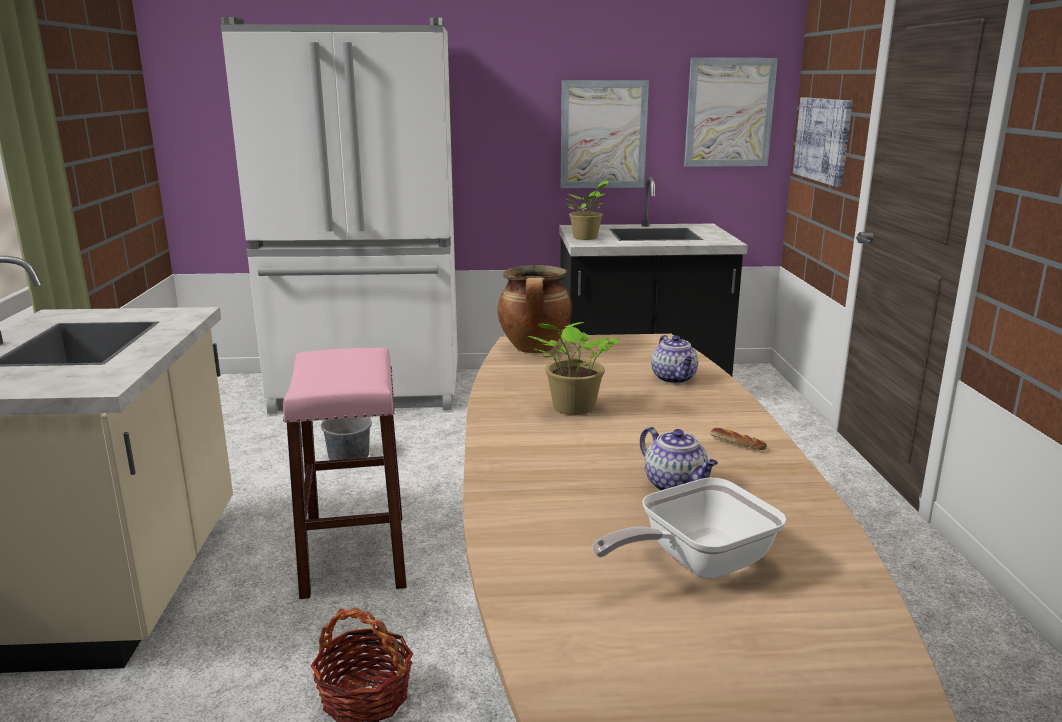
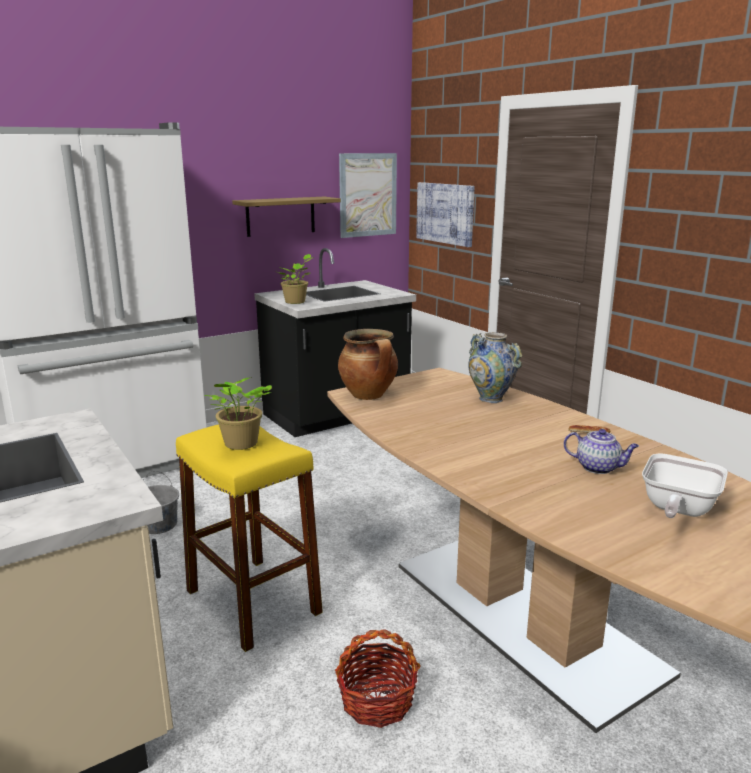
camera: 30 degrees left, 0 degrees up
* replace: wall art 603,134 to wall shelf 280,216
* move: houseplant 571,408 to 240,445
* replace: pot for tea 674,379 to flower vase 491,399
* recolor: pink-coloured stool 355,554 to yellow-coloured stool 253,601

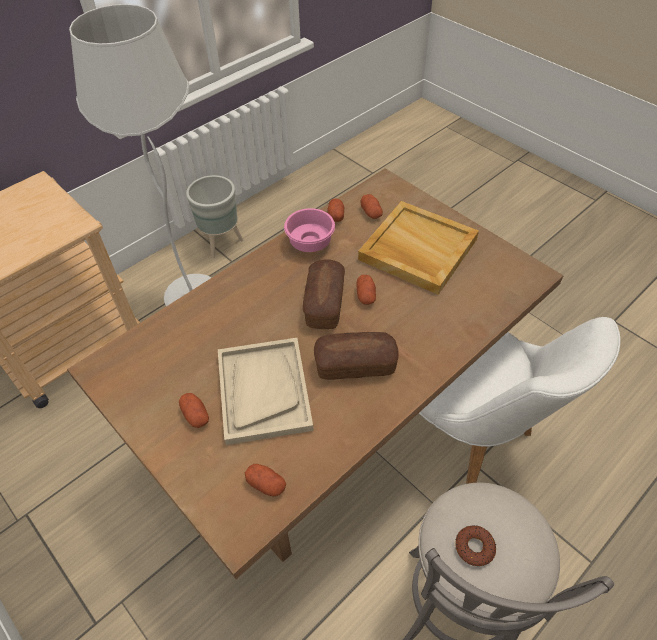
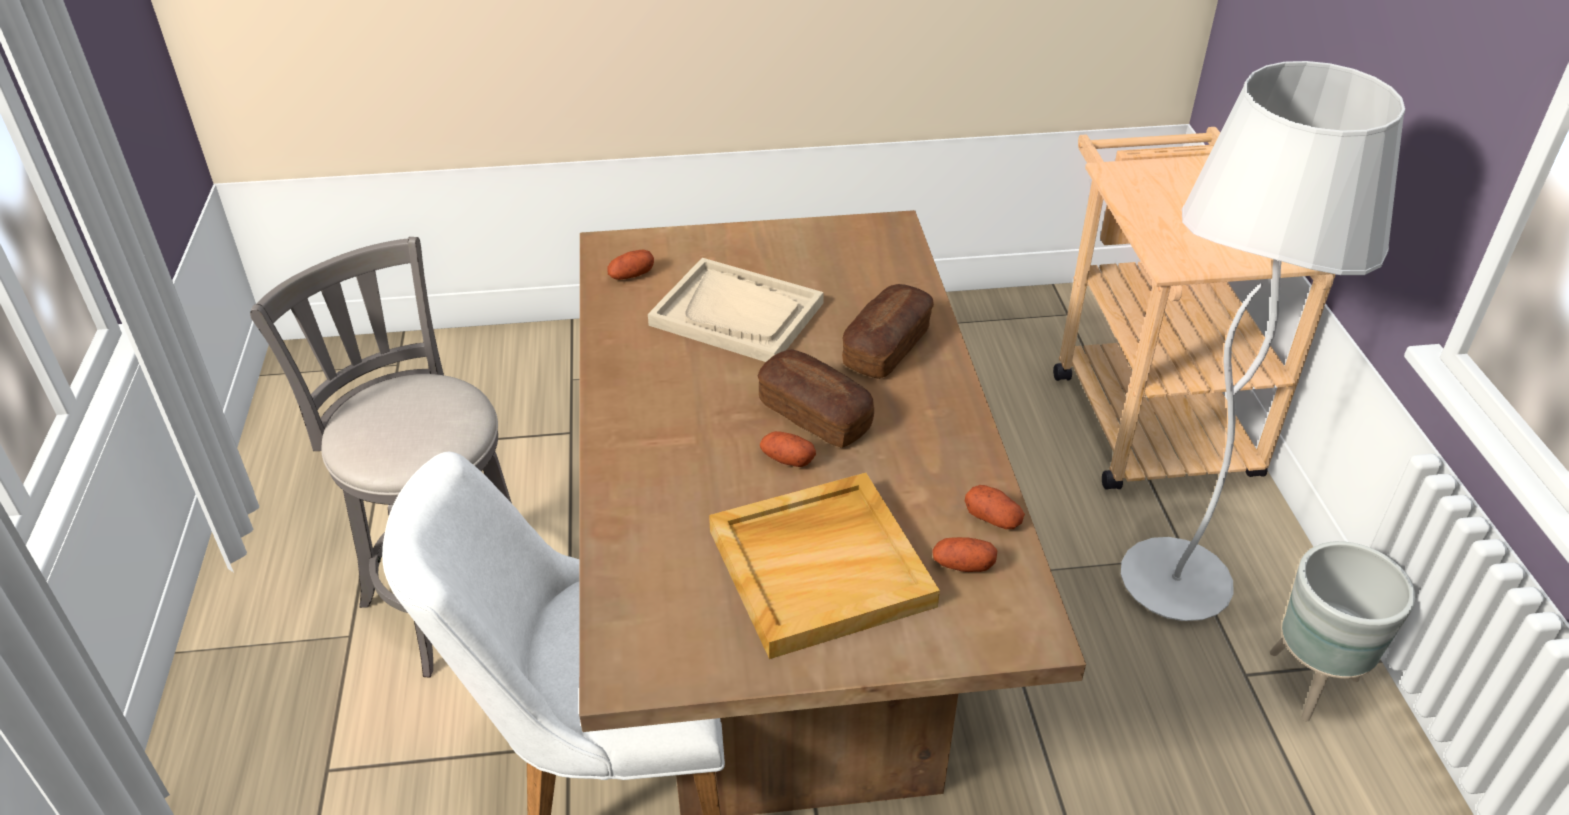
camera: 125 degrees right, 10 degrees down
* delete: pink-coloured bowl 308,243
* move: bakery bread 355,365 to 887,348
* delete: potato 196,415
* delete: donut 474,547

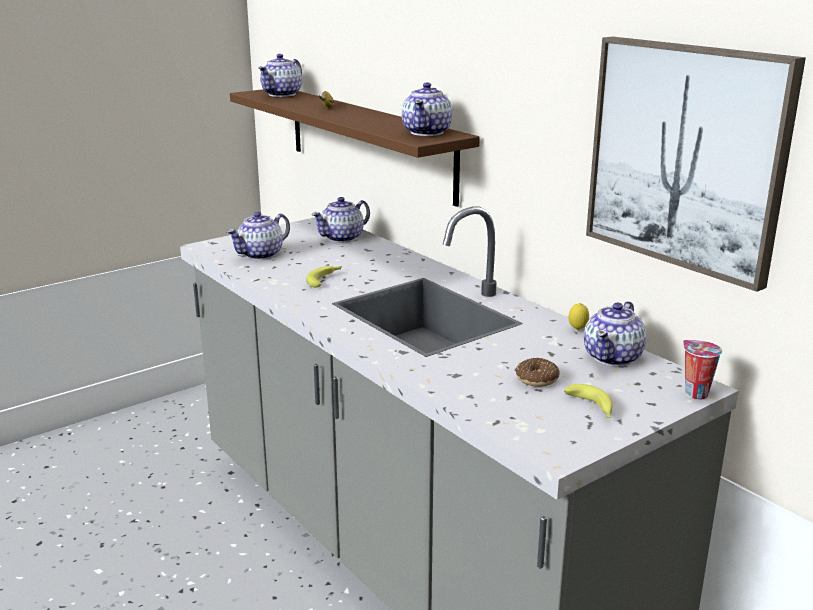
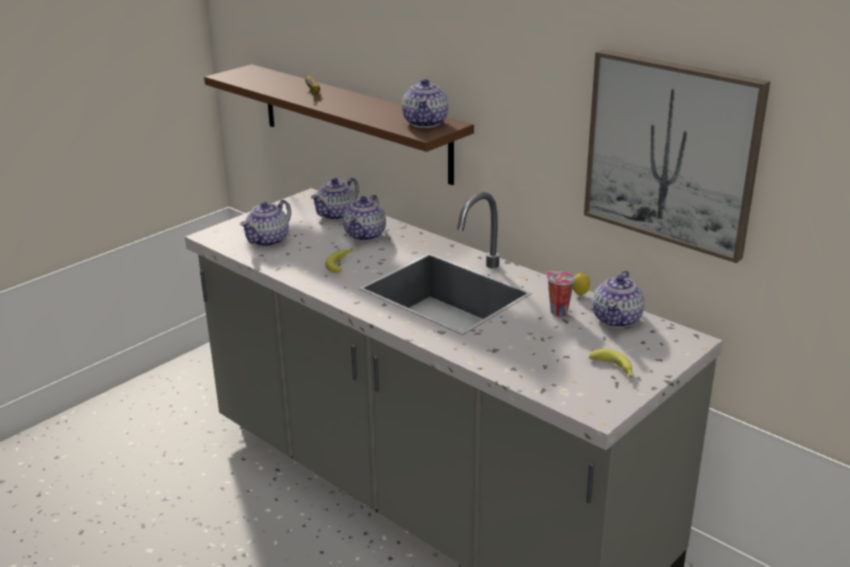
camera: 10 degrees left, 5 degrees up
* move: pot for tea 282,94 to 366,235
* move: small cup 694,393 to 557,311
* delete: donut 537,379

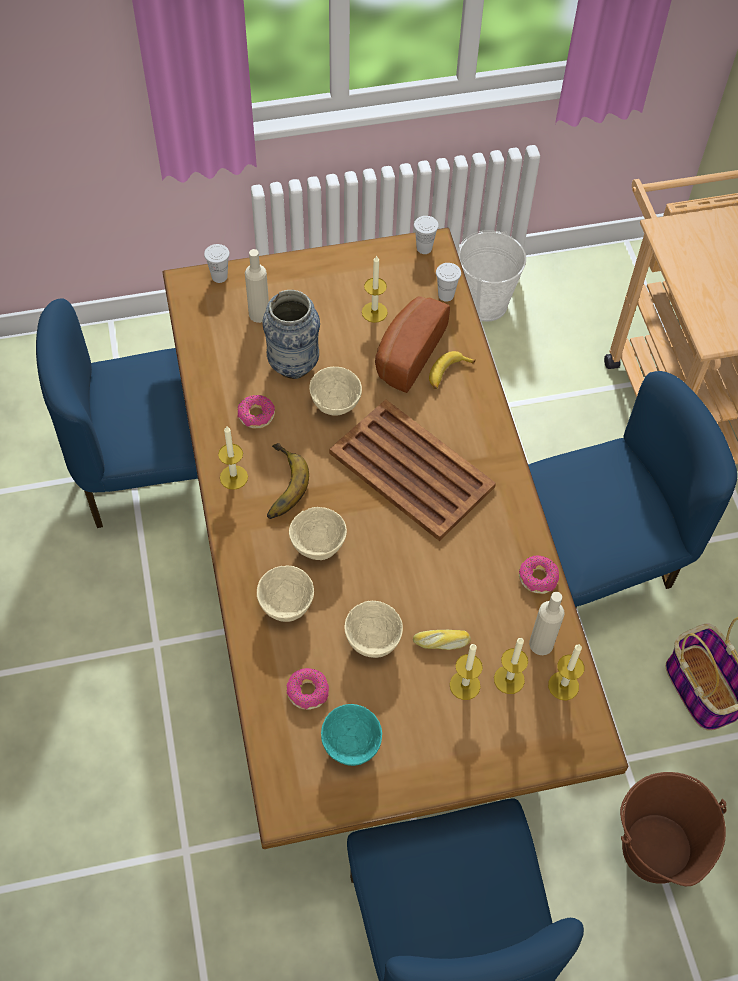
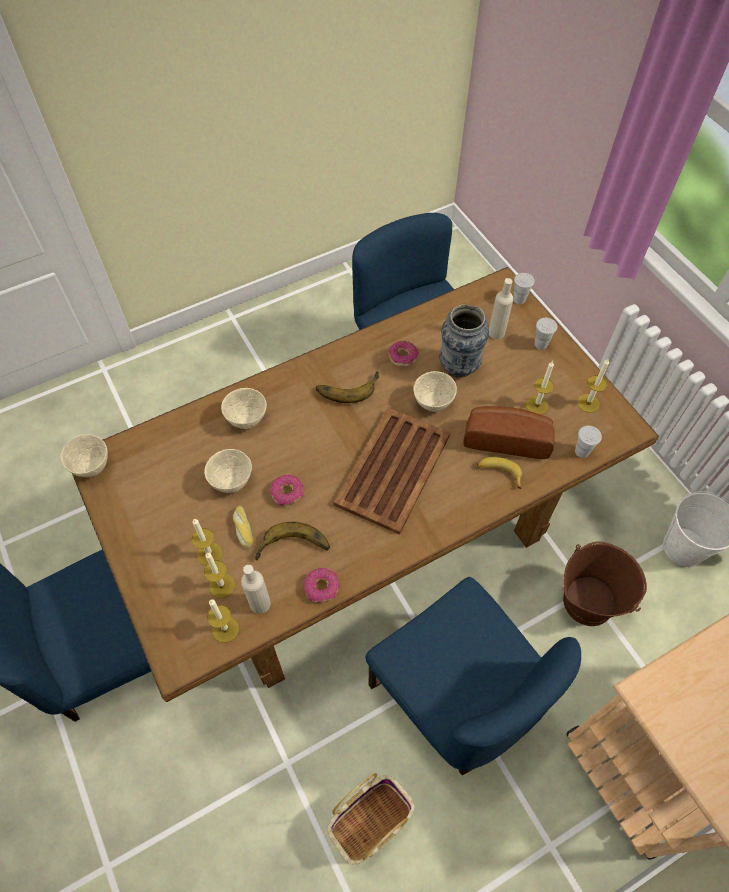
camera: 75 degrees right, 0 degrees up
* move: whitish small cup 424,248 to 540,344
* move: wax candle 233,477 to 588,403
* move: beige bowl 319,548 to 91,467
* move: donut 308,691 to 287,493
* delete: turquoise-coloured bowl 352,745
* move: brown water bucket 654,849 to 587,601
* insert: whole banana 293,550

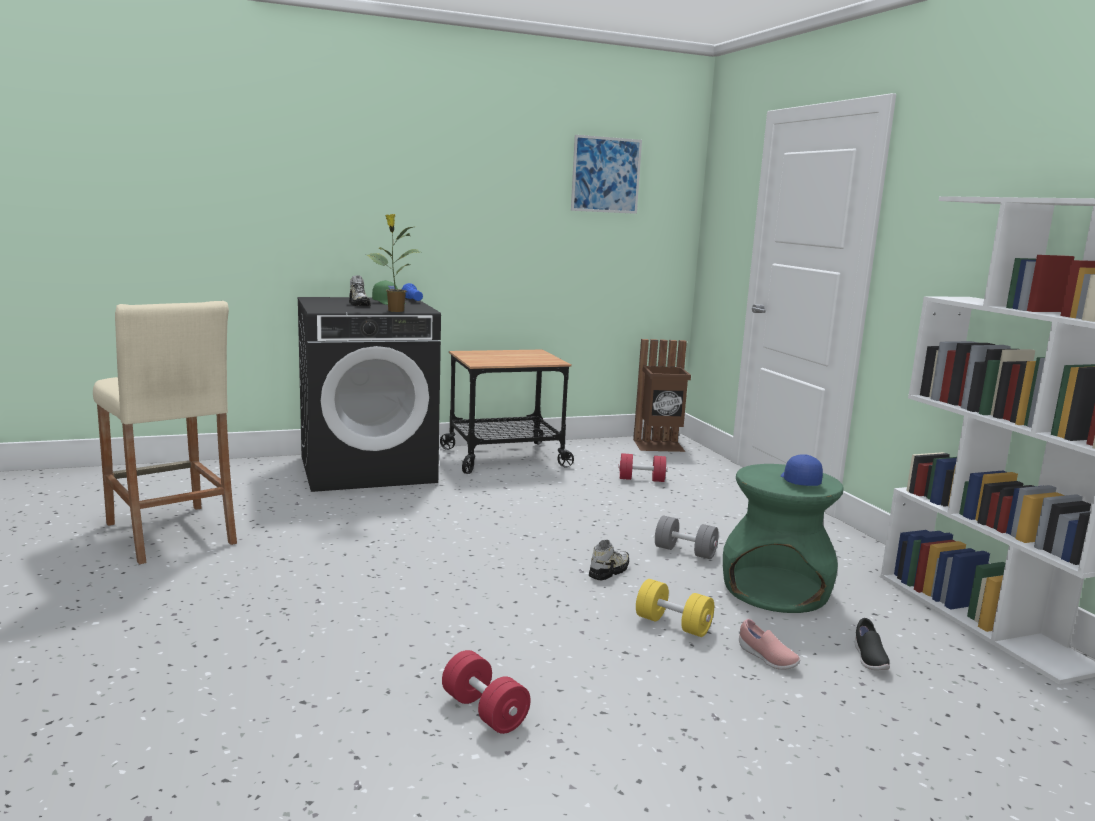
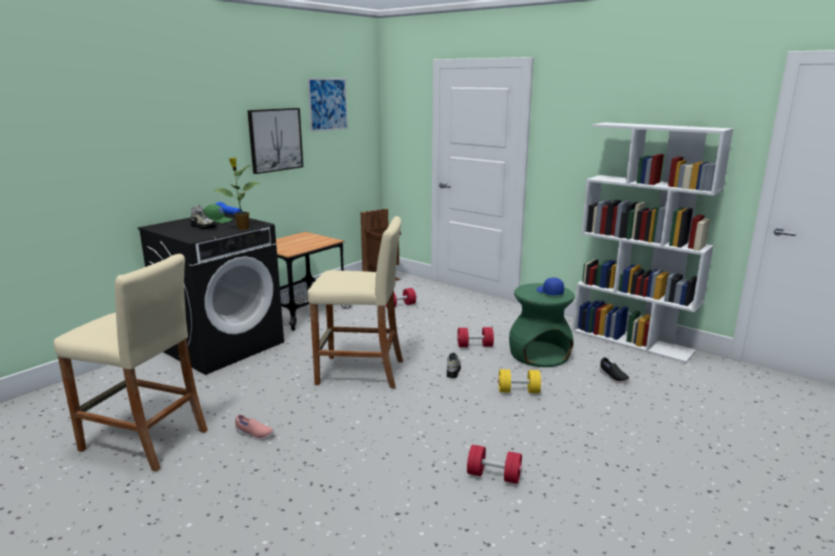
camera: 30 degrees left, 5 degrees up
* recolor: gray dumbbell 685,552 to reddish dumbbell 475,346
* move: pink-coloured item of footwear 766,658 to 254,435
* insert: wall art 275,140
* insert: beige stool 360,372

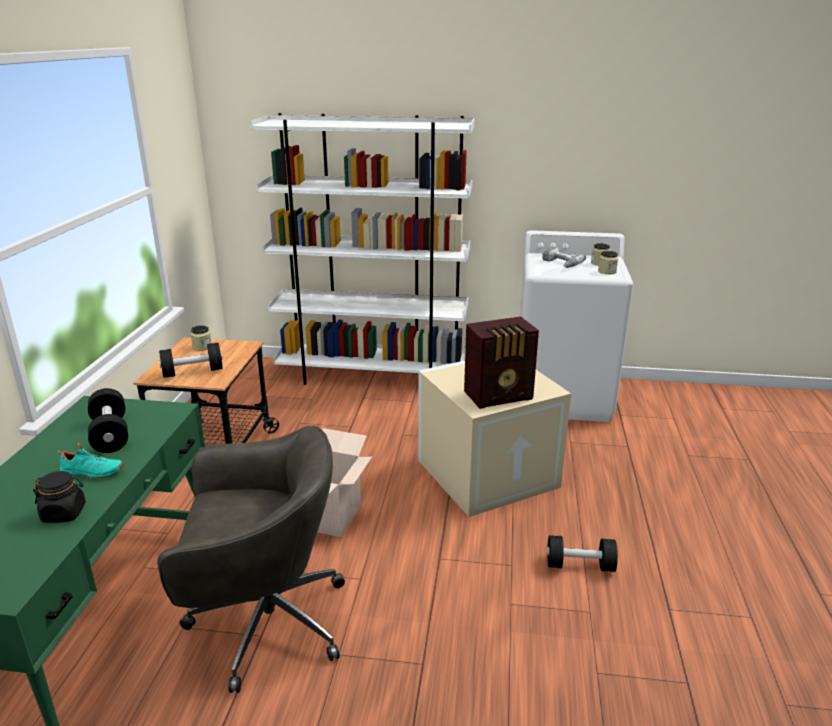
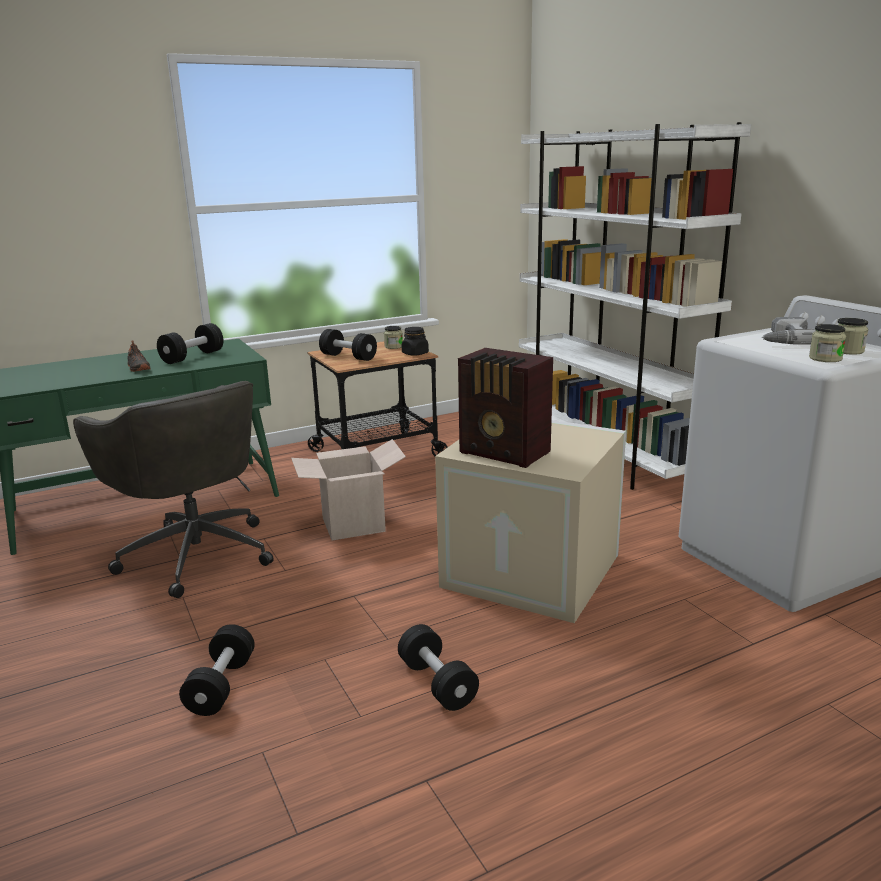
camera: 55 degrees right, 5 degrees down
* recolor: turquoise-coloured item of footwear 92,473 to black-coloured item of footwear 137,368
* move: black-coloured storage jar 64,513 to 415,353
* insert: black-coloured dumbbell 221,685

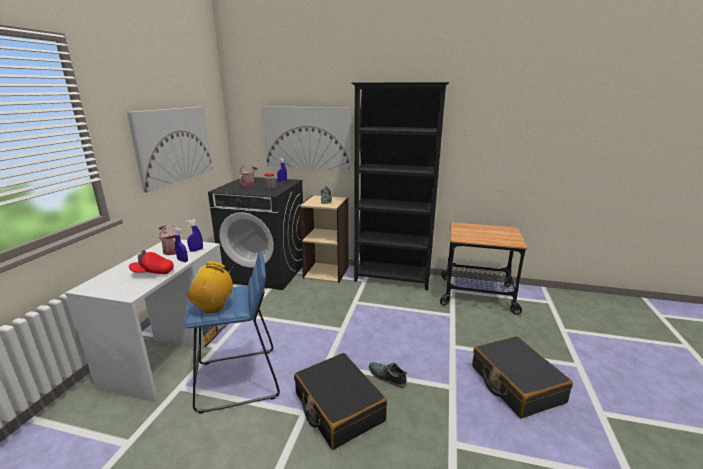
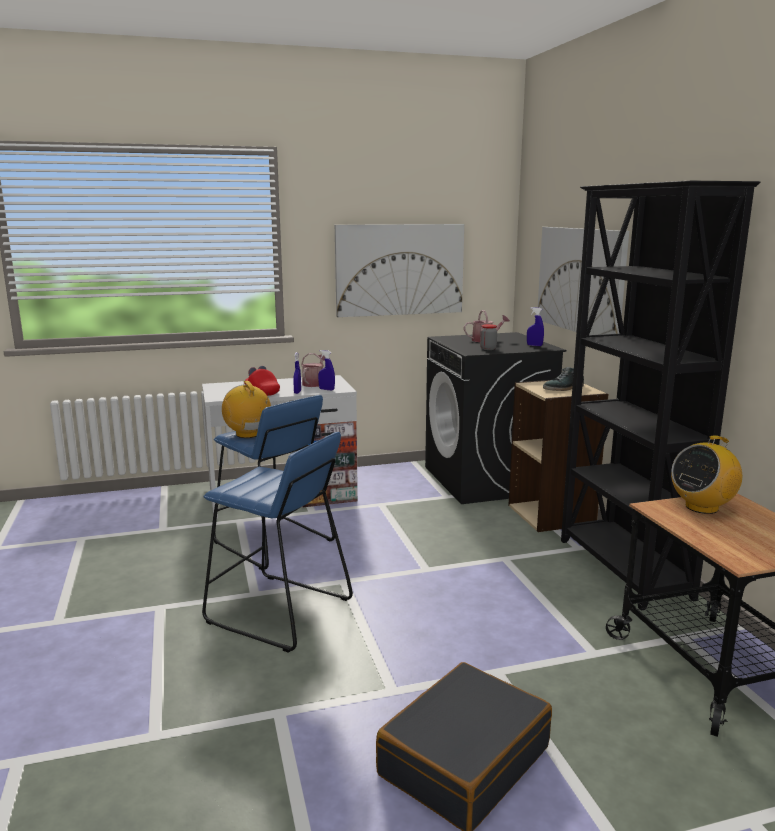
camera: 60 degrees right, 5 degrees down
* replace: black-coloured suitcase 338,407 to blue stool 278,611
* delete: item of footwear 386,377
* insert: radio receiver 702,507

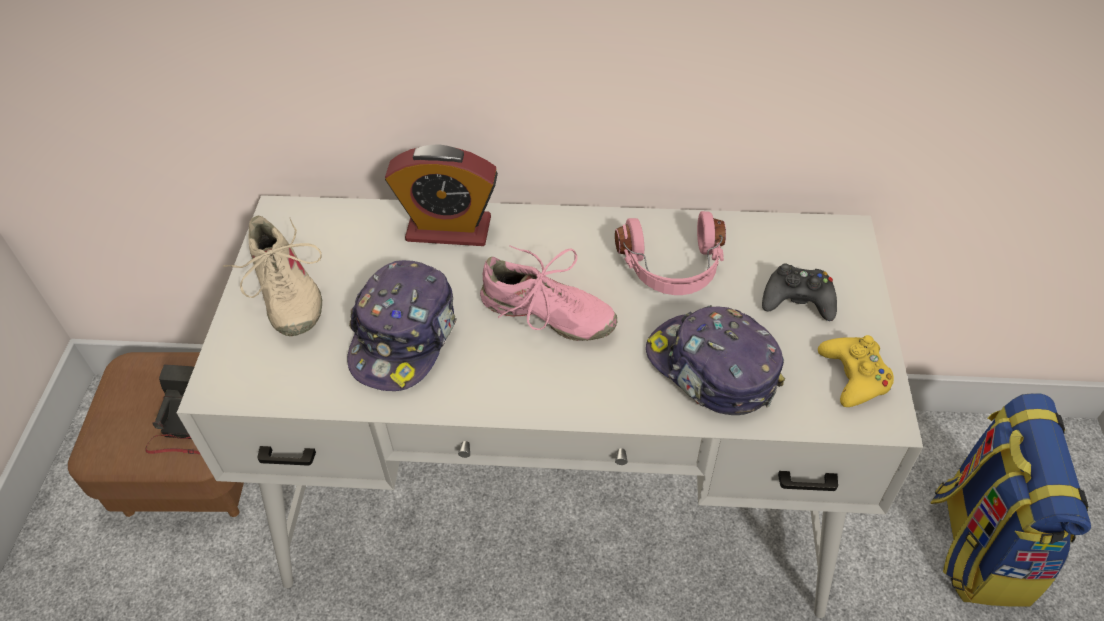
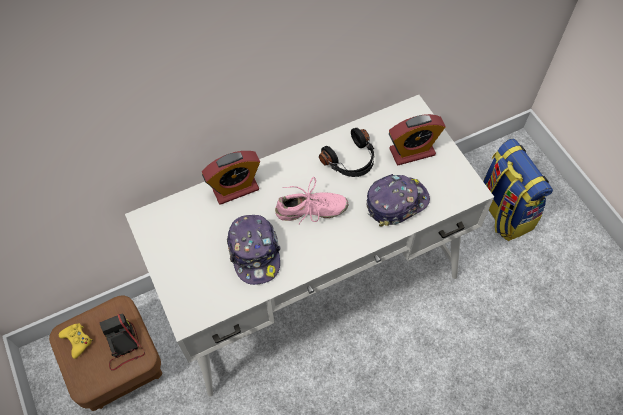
camera: 30 degrees left, 10 degrees up
* recolor: pink-coloured headphones 672,268 to black-coloured headphones 351,161
* delete: beige item of footwear 285,293
* replace: black-coloured gamepad 798,300 to bedside clock 412,152
* rotate: cap 711,369 = 396,202 135 degrees clockwise
* move: yellow-coloured gamepad 854,376 to 77,340

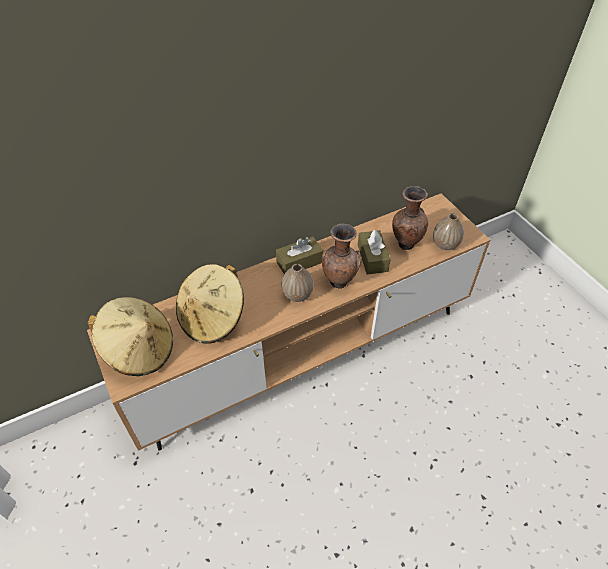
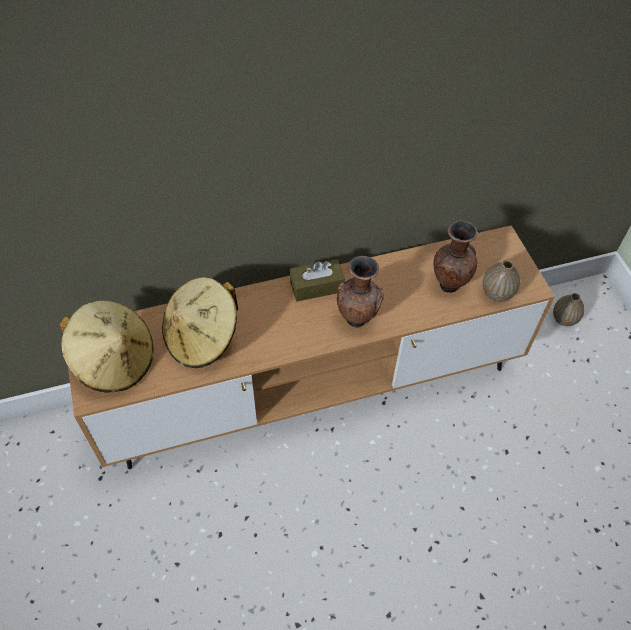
camera: 10 degrees right, 5 degrees up
* delete: brown box of tissues 372,258
* move: flower vase 297,295 to 564,319

